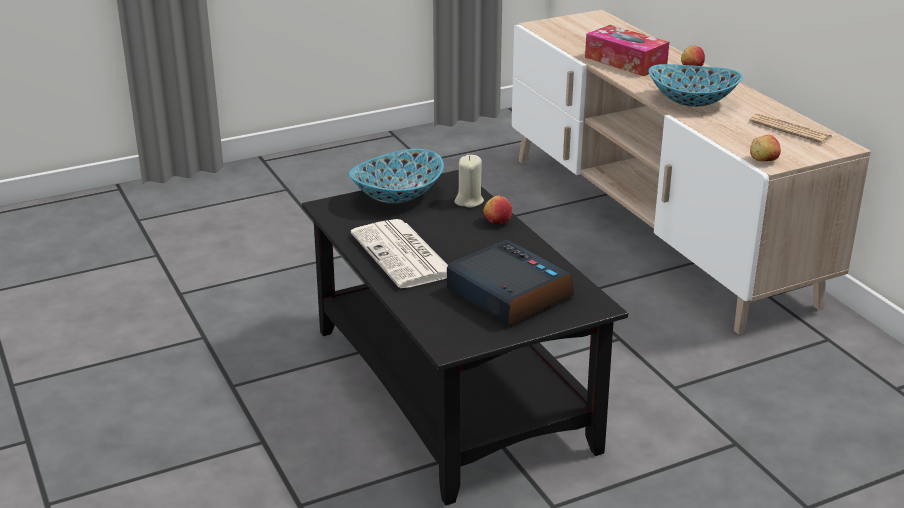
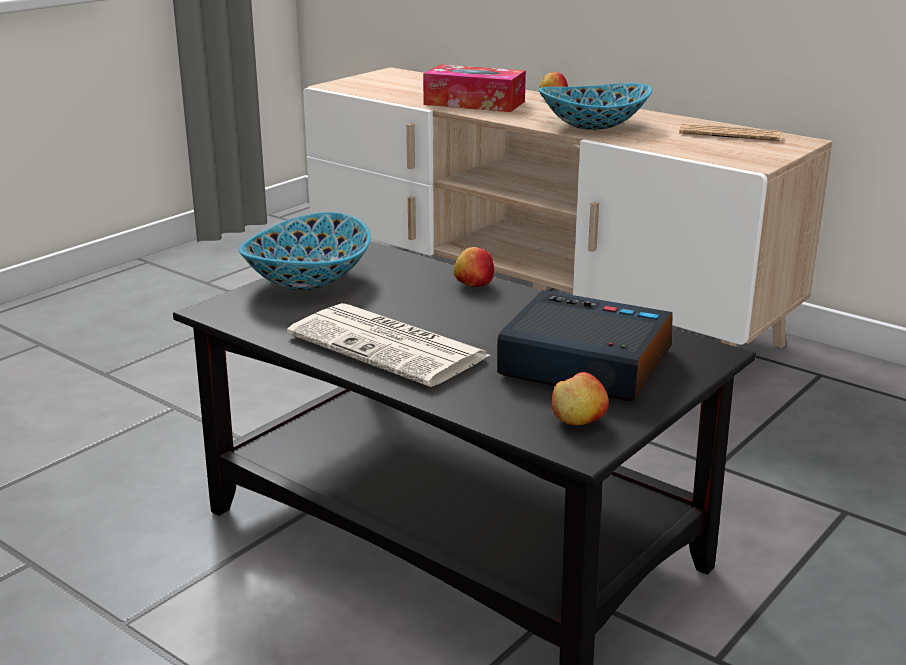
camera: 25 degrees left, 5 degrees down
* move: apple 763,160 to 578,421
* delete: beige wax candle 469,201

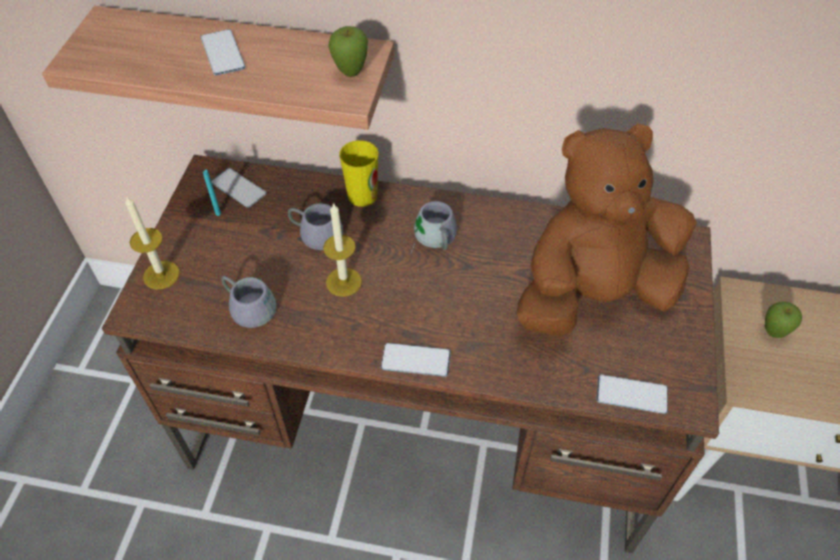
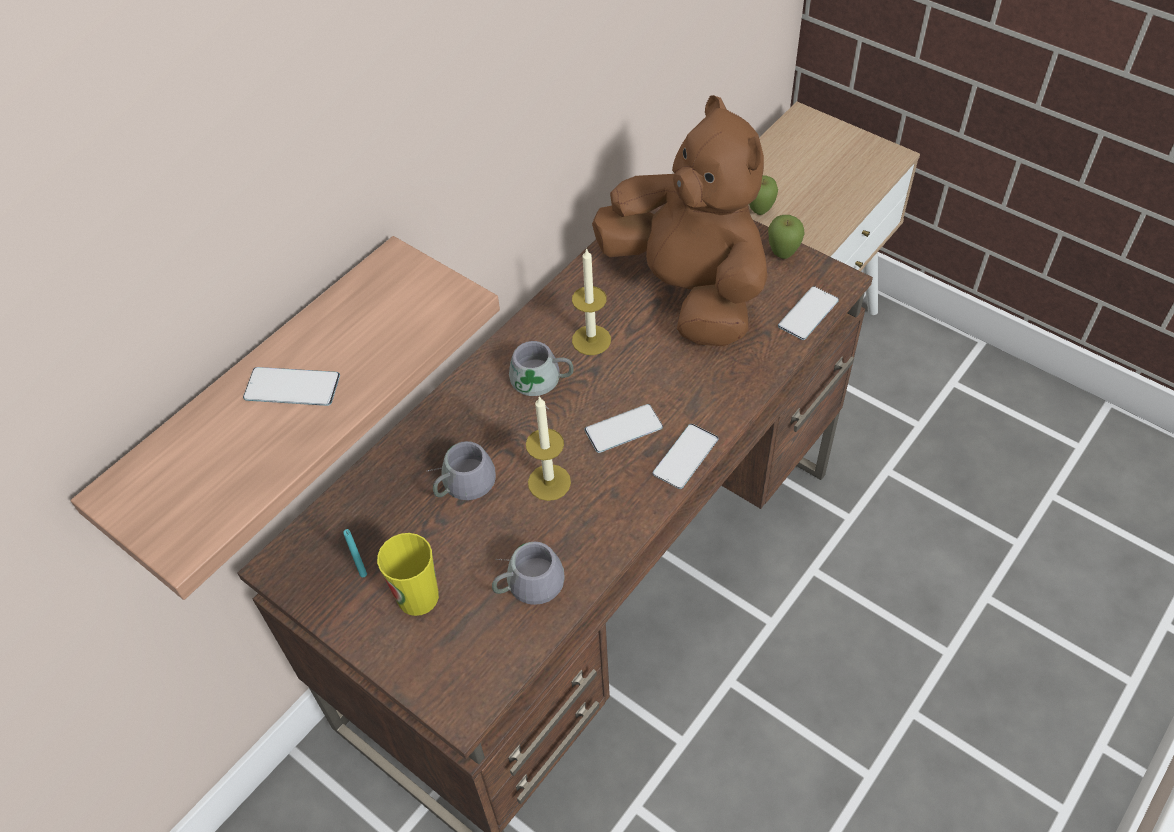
camera: 60 degrees left, 0 degrees up
* move: apple 351,73 to 782,255
* rotate: brown soft toy 593,294 = 688,290 135 degrees clockwise
* move: small cup 362,195 to 418,597
* move: telephone 238,188 to 623,429
* move: wax candle 161,275 to 591,340

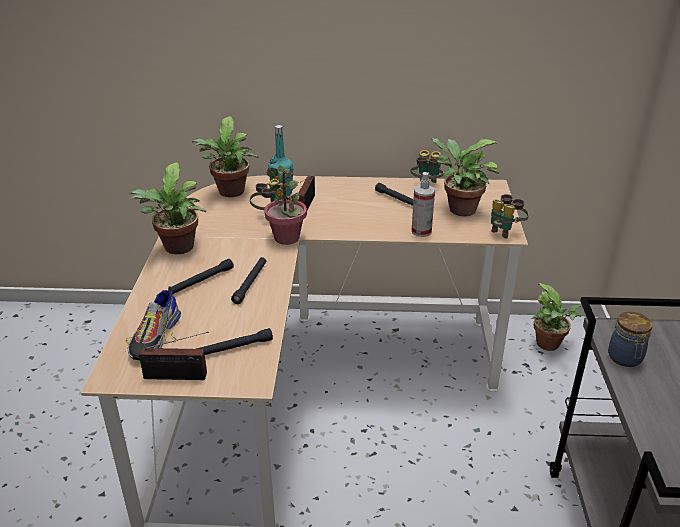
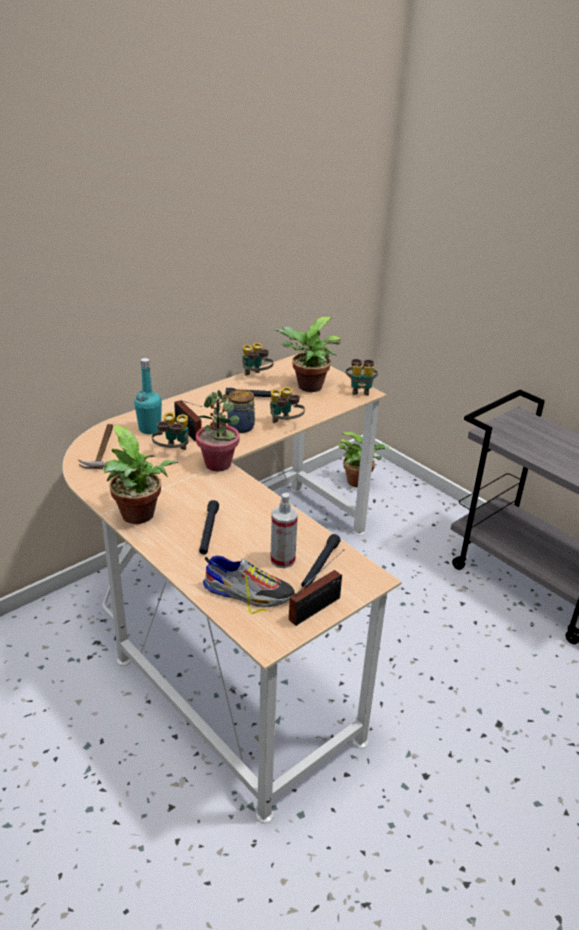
camera: 45 degrees left, 0 degrees up
* replace: houseplant 230,193 to tool hammer 102,448
* move: hand sprayer 421,231 to 282,560
* delete: black-coloured torch 250,283
* rotate: item of footwear 155,337 = 248,592 45 degrees counterclockwise
* move: storage jar 625,358 to 242,427
* insert: field glasses 284,425

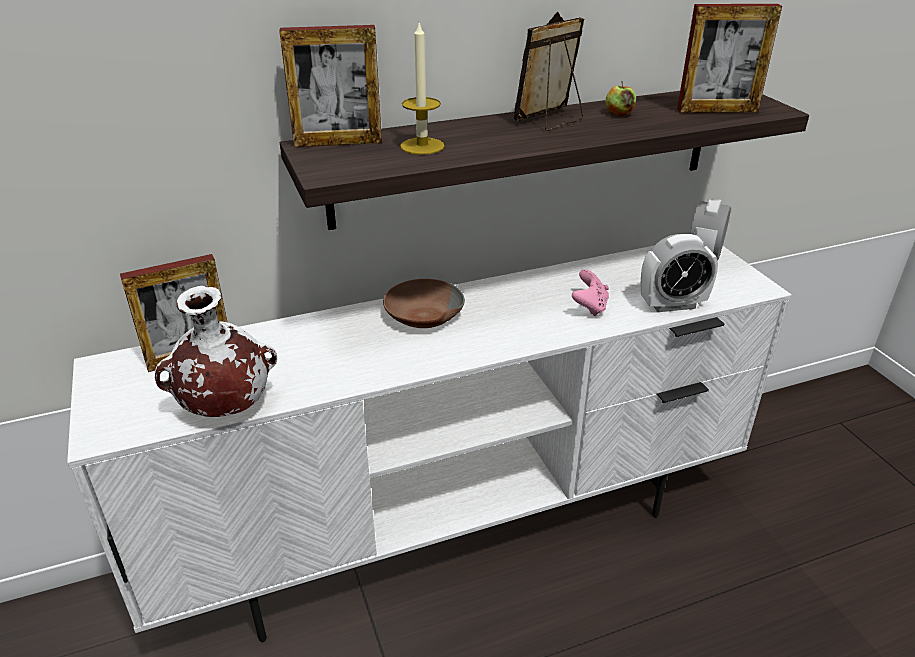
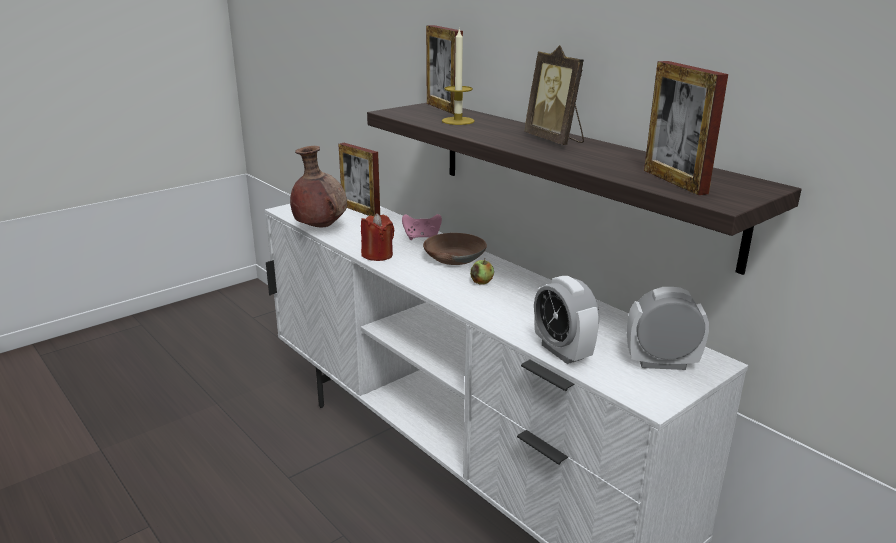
camera: 70 degrees right, 10 degrees down
* rotate: photo frame 551,121 = 555,140 150 degrees counterclockwise
* move: apple 619,114 to 481,282
* move: pink-coloured gamepad 589,307 to 422,238
* recolor: whitish flower vase 225,407 to brown flower vase 319,227
* insert: reddish wax candle 377,255

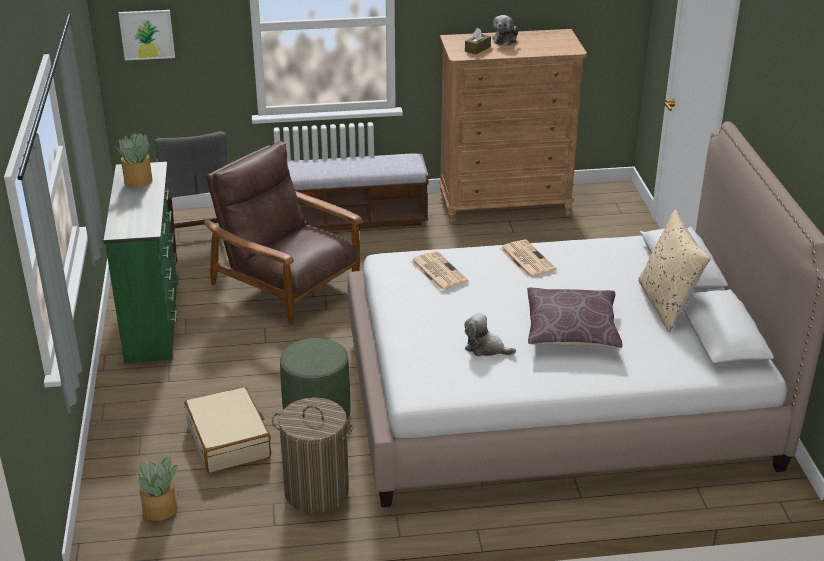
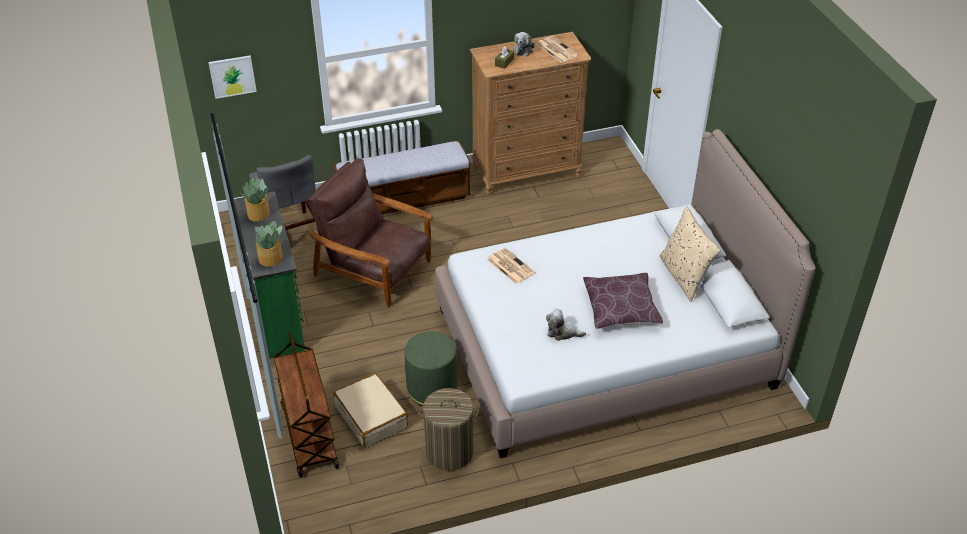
camera: 10 degrees left, 10 degrees up
* move: daily paper 526,259 to 556,49
* move: houseplant 160,510 to 271,258
* insert: brown trolley 309,436

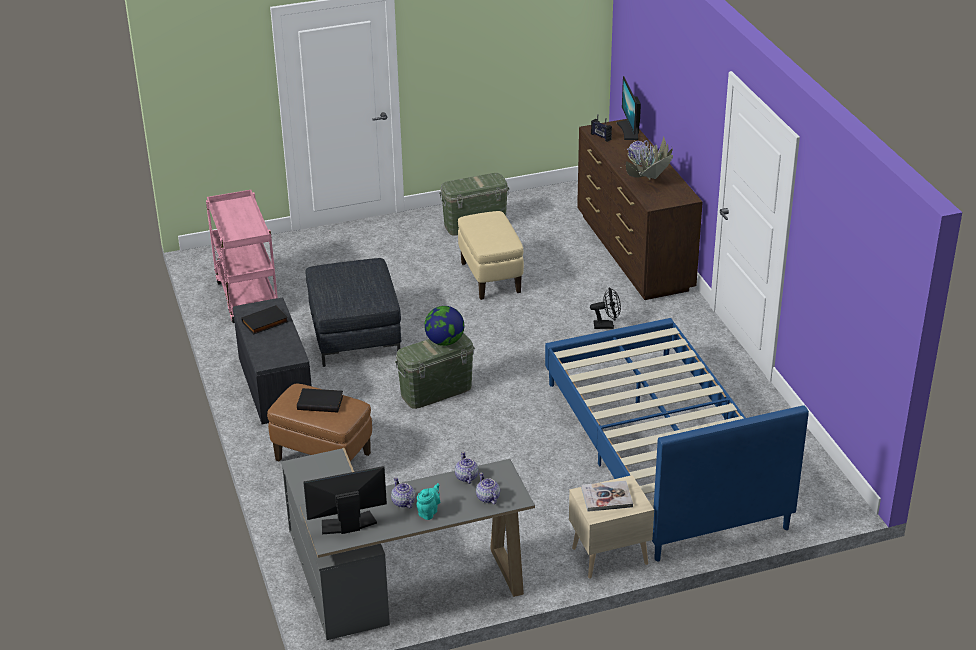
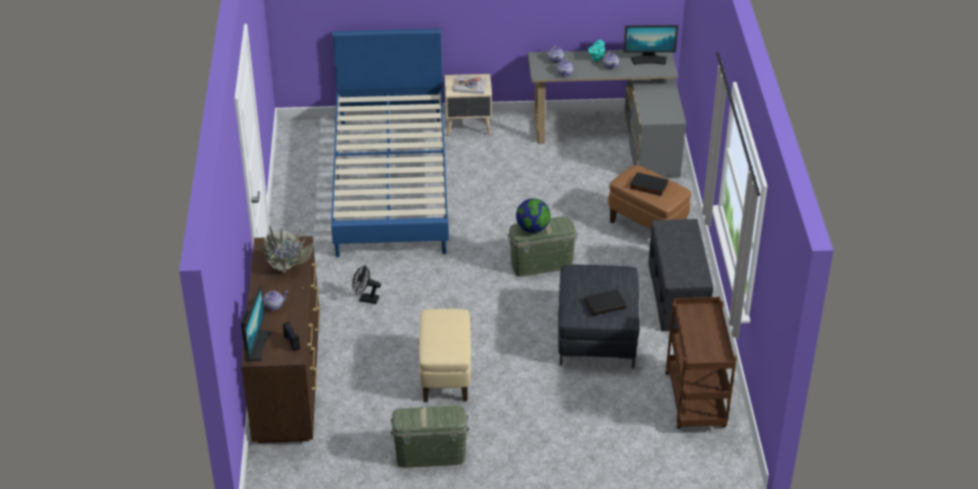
camera: 165 degrees left, 5 degrees up
* recolor: pink-coloured trolley 246,297 to brown trolley 696,402
* move: black-coloured volume 265,322 to 604,304

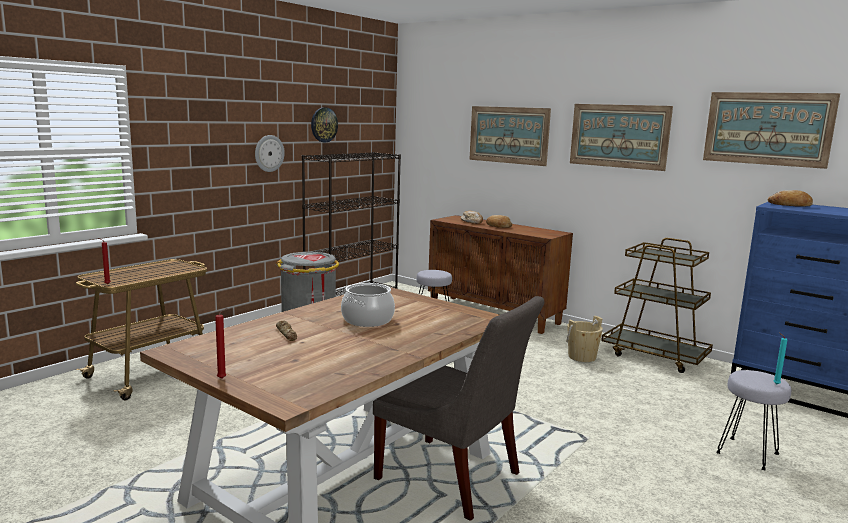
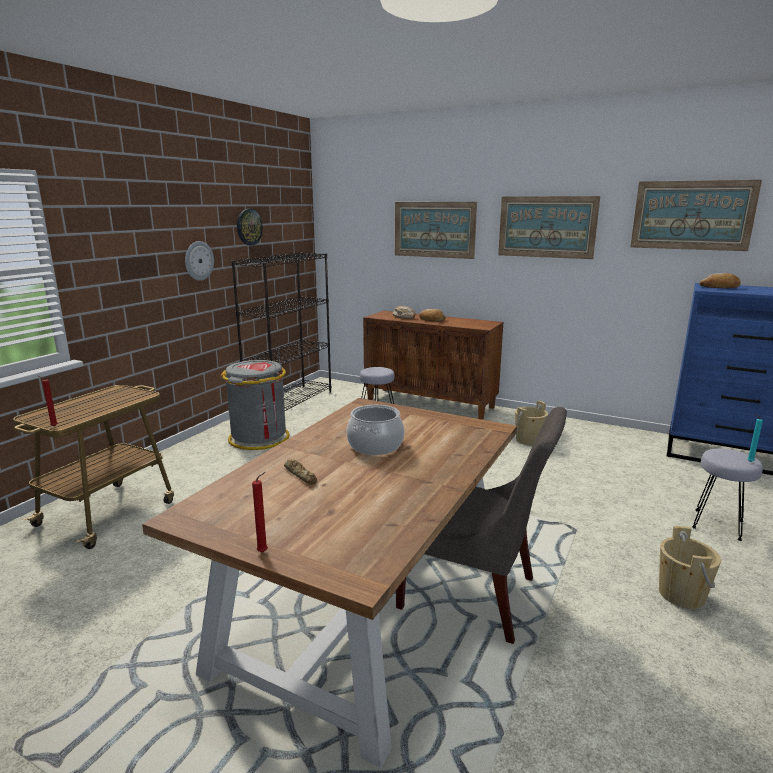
camera: 10 degrees left, 5 degrees up
* delete: brown trolley 655,356
* insert: beige water bucket 681,594

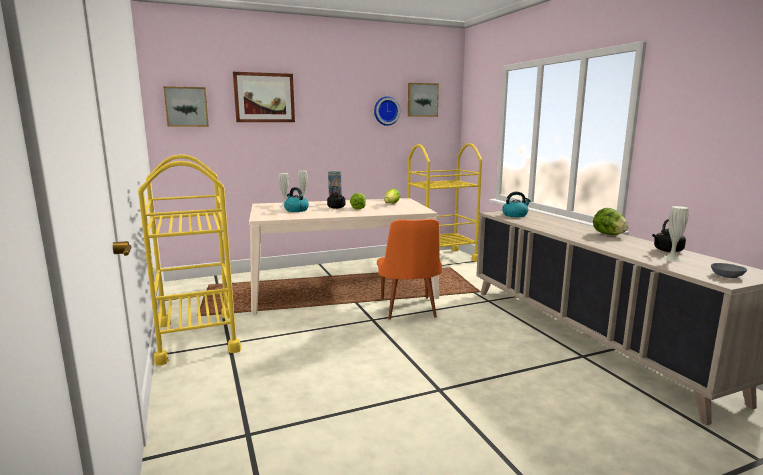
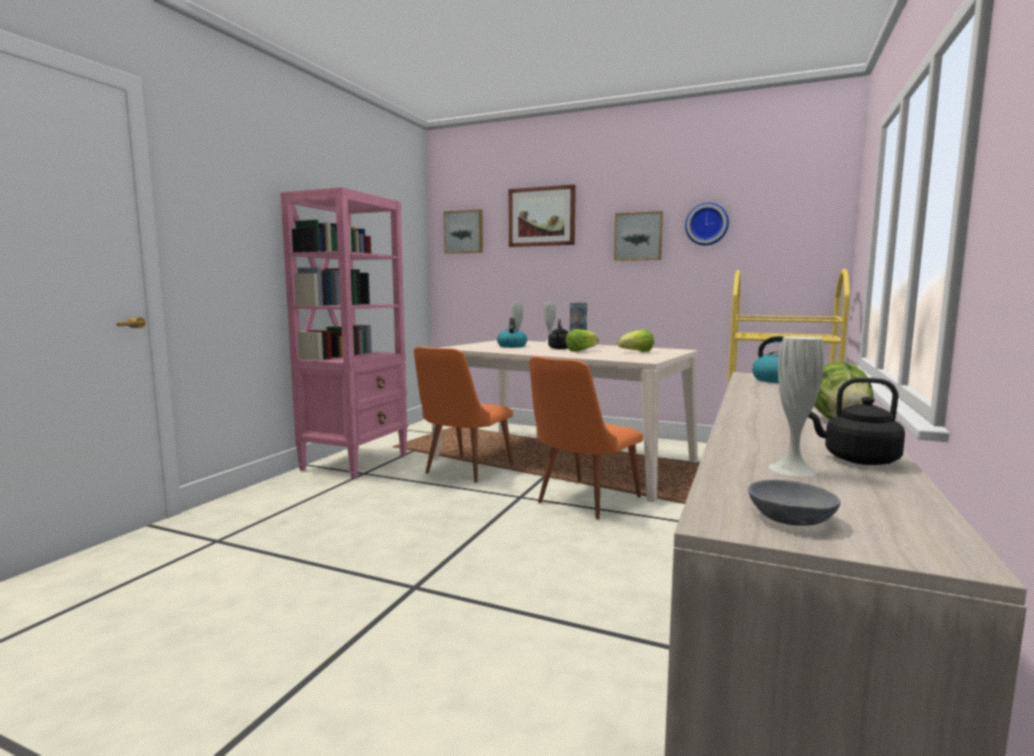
camera: 45 degrees right, 5 degrees down
* move: wall art 422,100 to 638,236
* replace: yellow-coloured trolley 197,337 to pink-coloured bookshelf 356,461
* insert: orangey chair 463,470

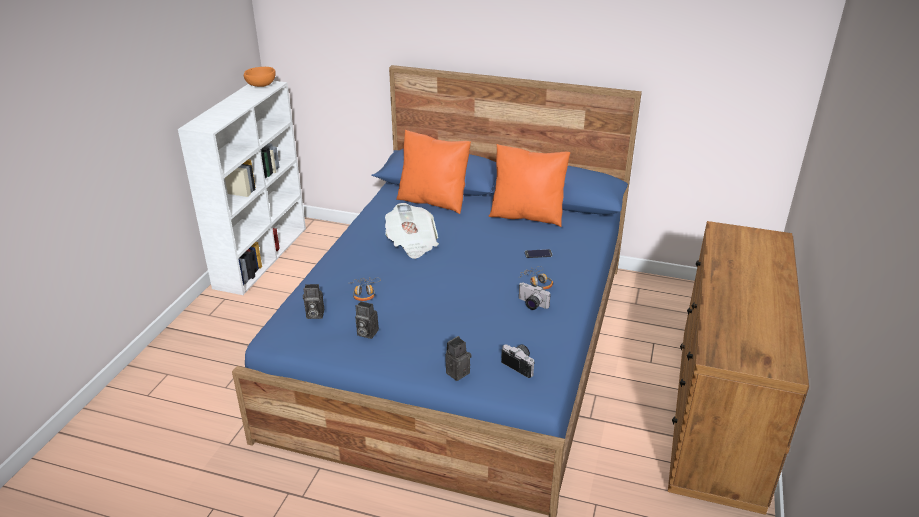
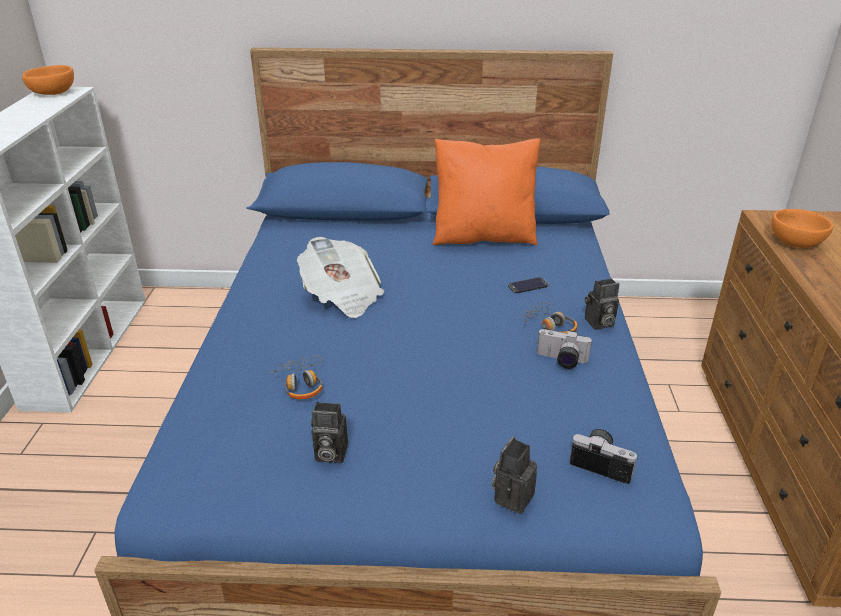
camera: 15 degrees left, 0 degrees up
* delete: orangey cushion 433,201
* move: photo camera 314,314 to 598,323
* insert: orangey bowl 794,243

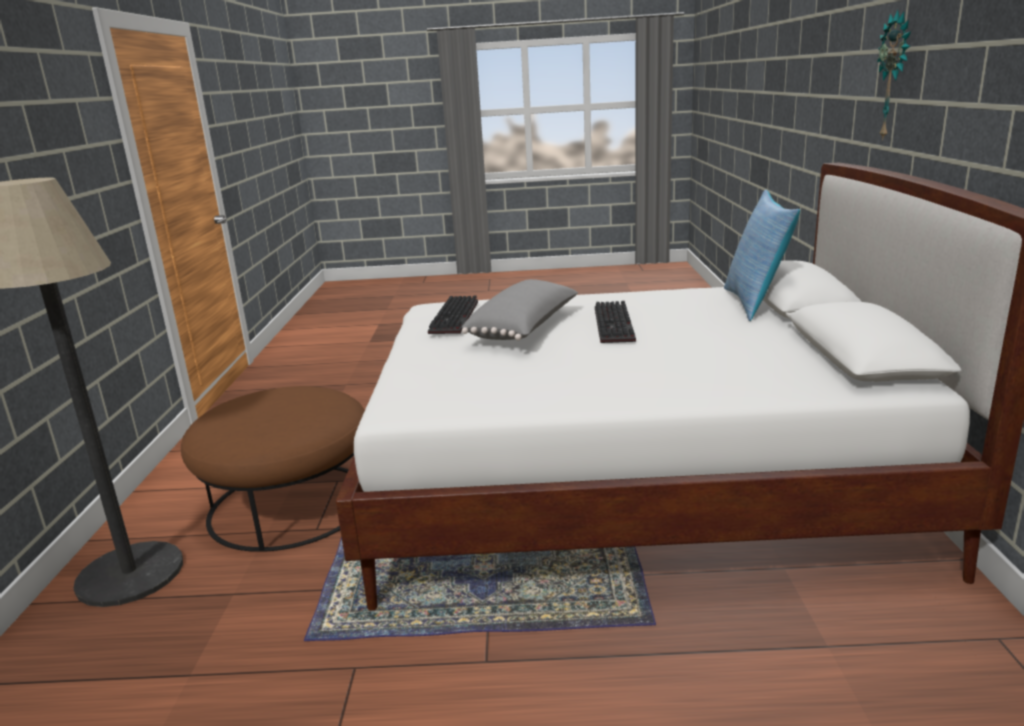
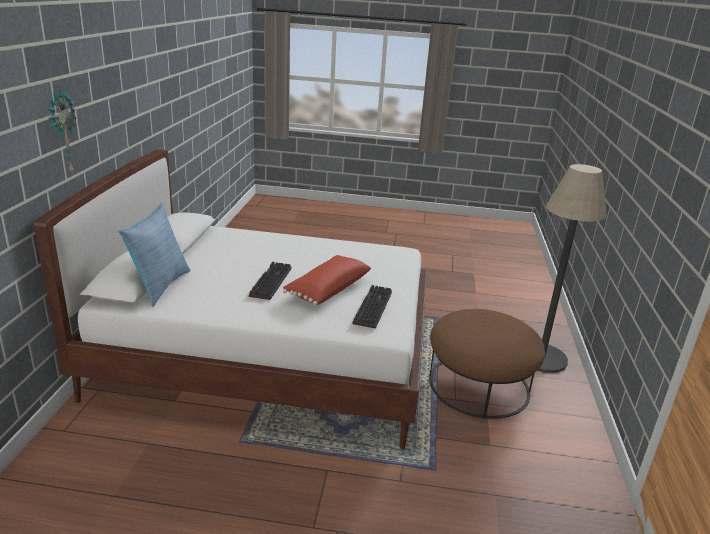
camera: 175 degrees left, 5 degrees up
* recolor: gray cushion 525,329 to reddish cushion 327,289

